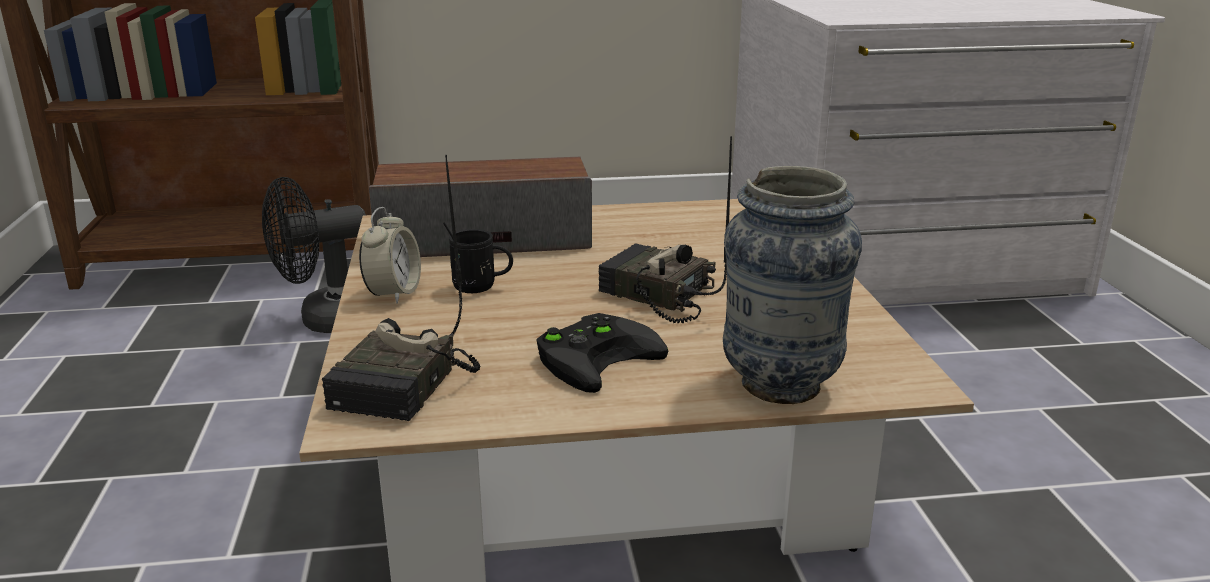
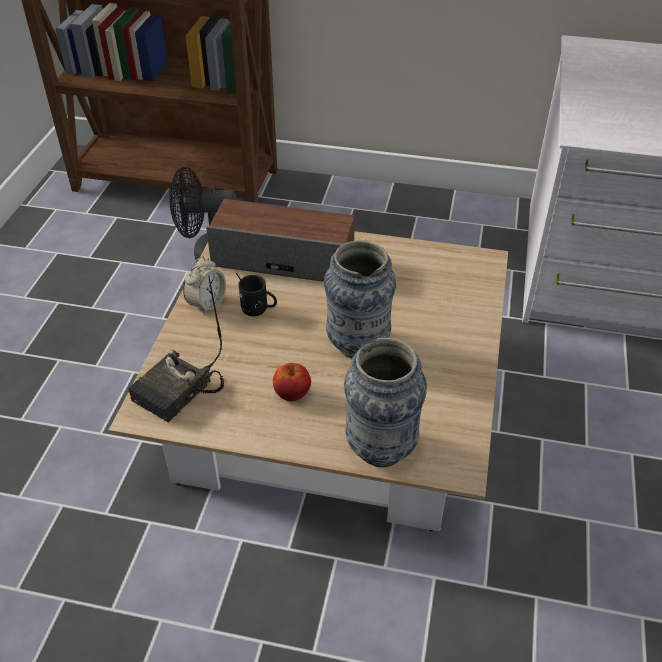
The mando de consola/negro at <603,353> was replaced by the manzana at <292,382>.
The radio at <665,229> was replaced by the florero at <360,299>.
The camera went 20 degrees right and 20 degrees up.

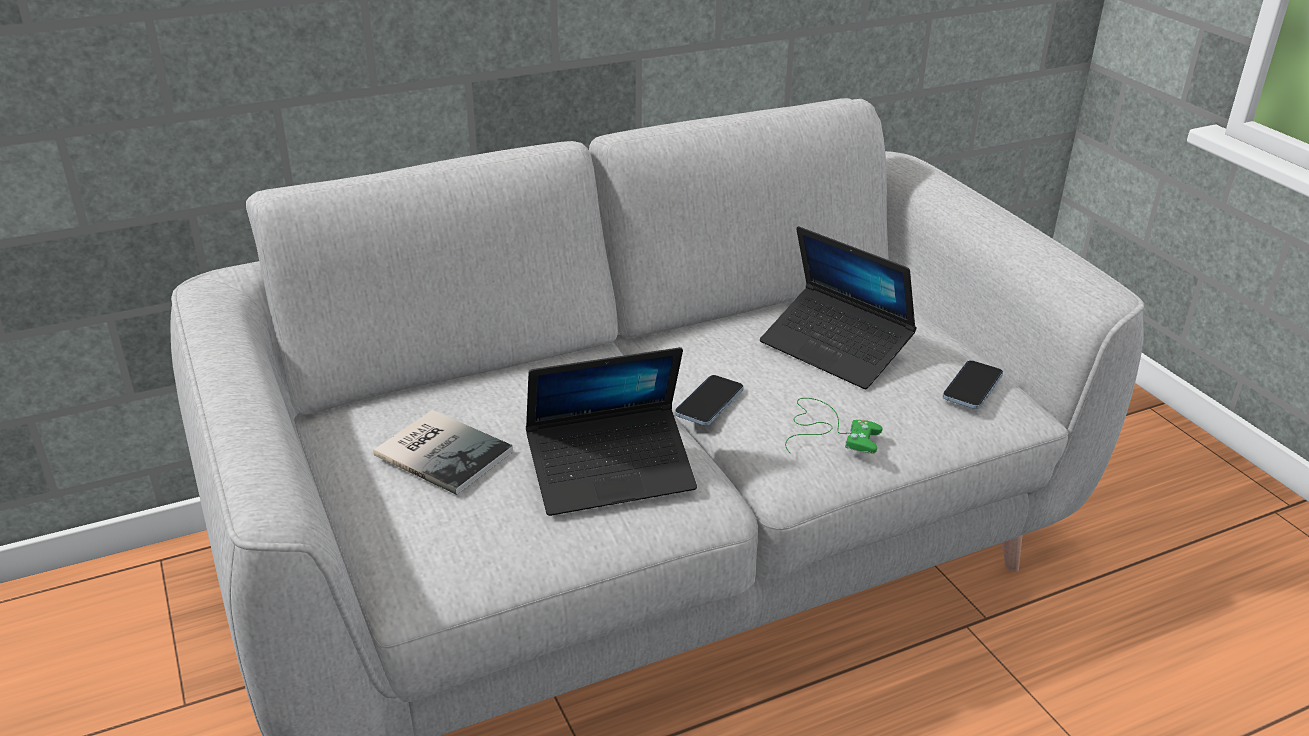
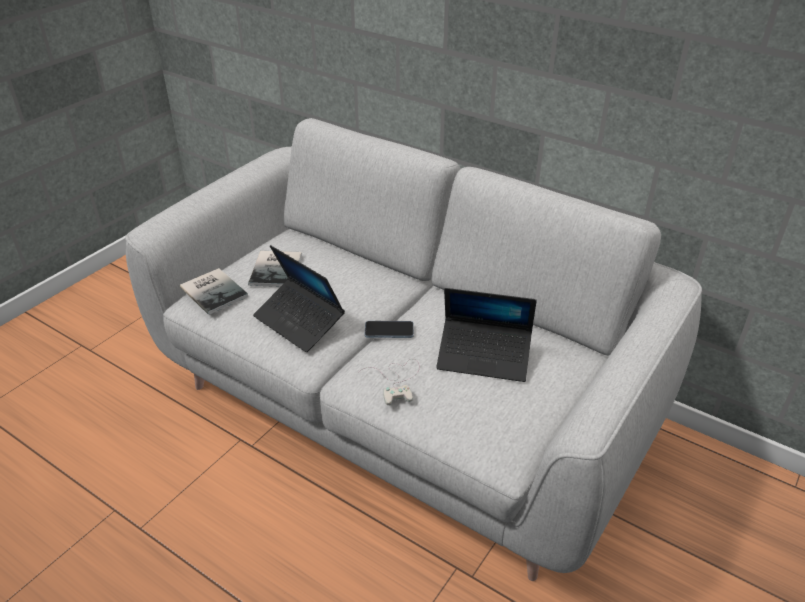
The móvil at <973,384> disappeared.
The libro at <214,291> appeared.
The mando de consola/verde at <833,426> became the mando de consola/blanco at <390,382>.
The portátil at <838,307> turned 90 degrees counterclockwise.
The camera went 60 degrees right and 5 degrees up.

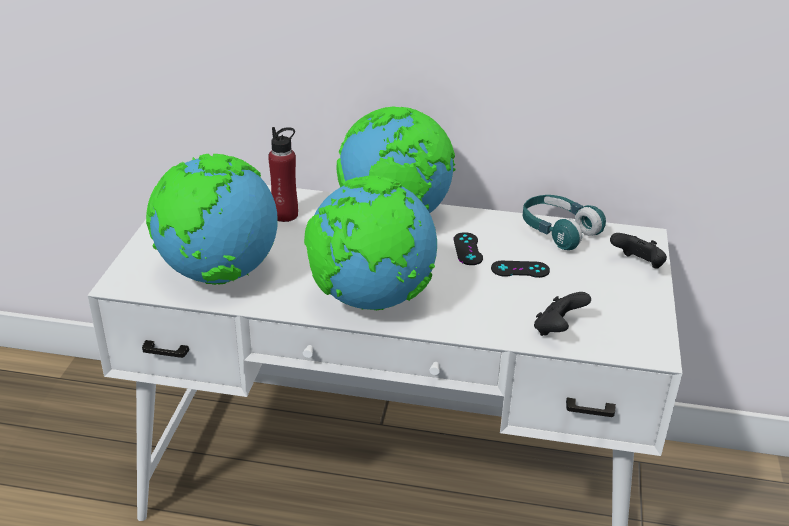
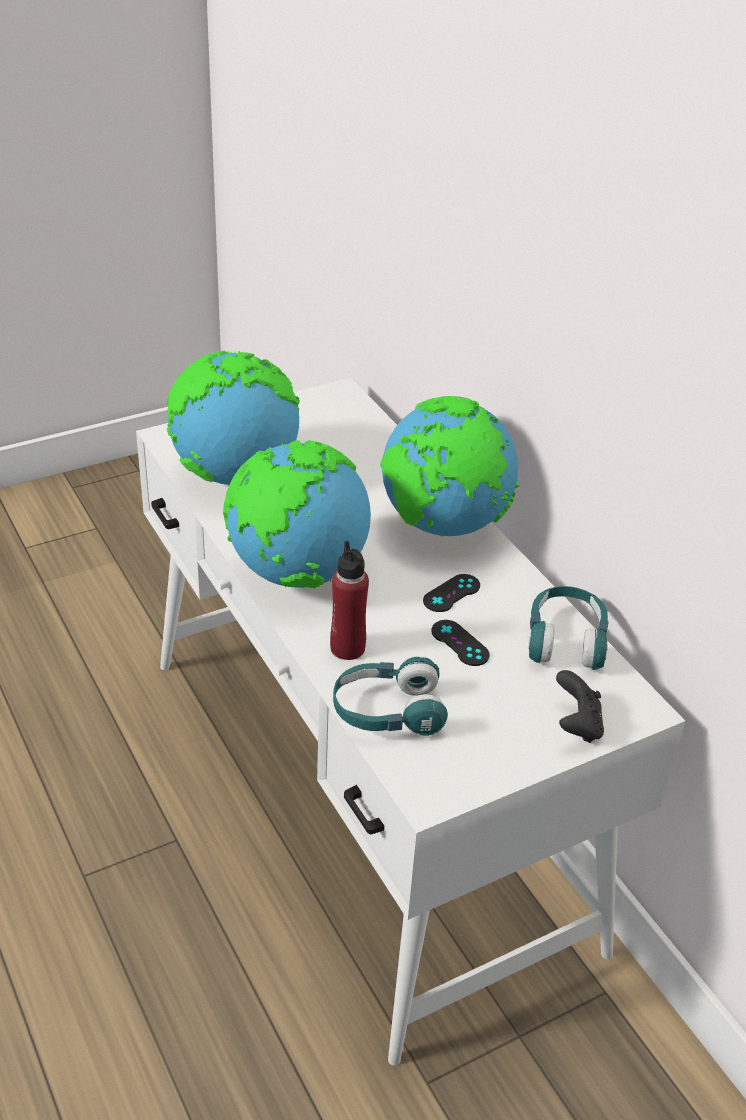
The botella/rojo moved from <283,174> to <349,600>.
The mando de consola/negro at <562,314> was replaced by the auriculares/turquesa at <390,696>.
The camera went 50 degrees right and 5 degrees up.

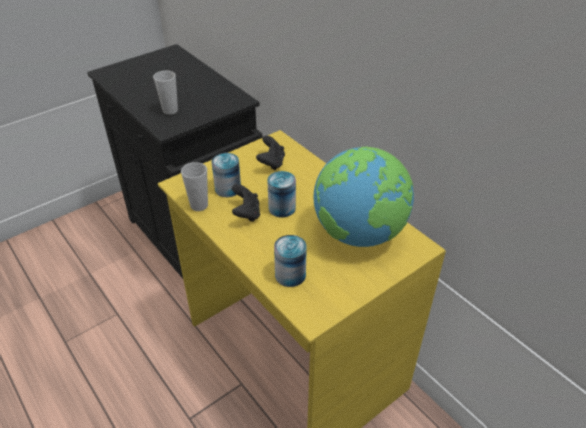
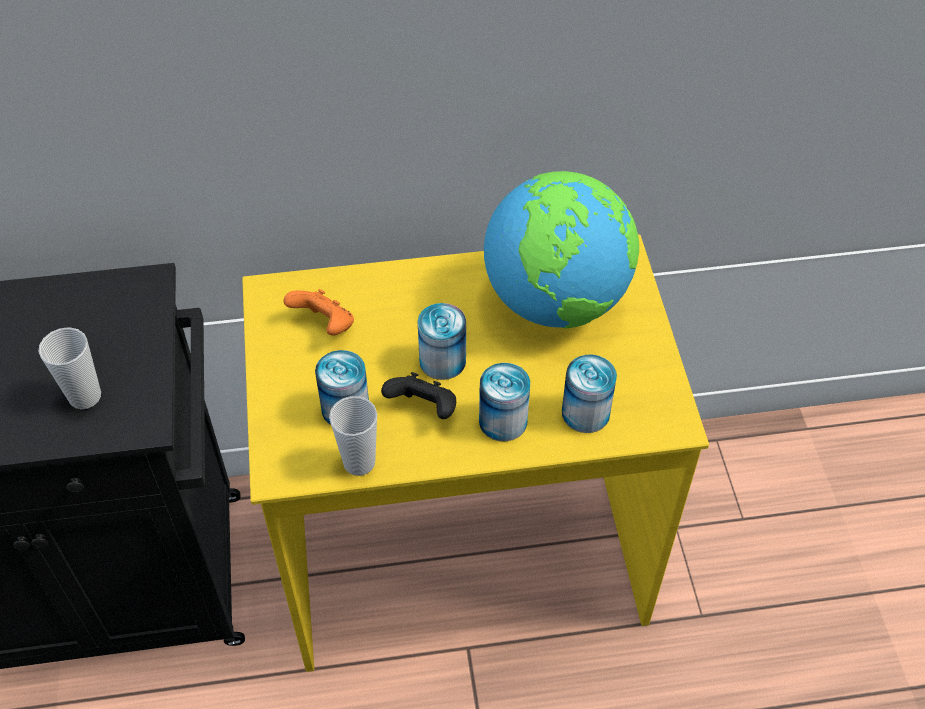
The lata at <504,402> appeared.
The mando de consola/negro at <270,153> became the mando de consola/naranja at <318,312>.
The camera went 60 degrees left and 10 degrees up.

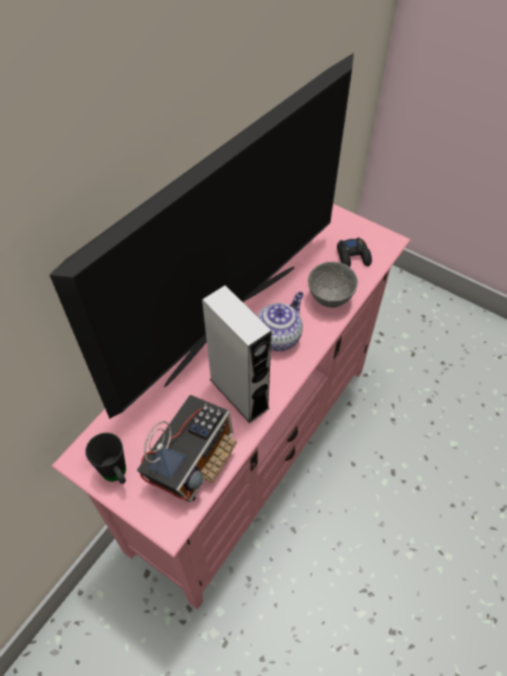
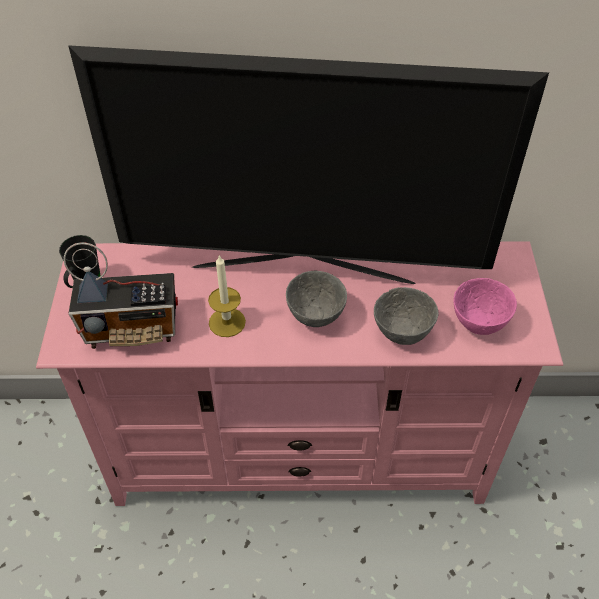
The altavoz/gris at <237,354> was replaced by the vela at <227,295>.
The tetera at <280,321> was replaced by the cuenco/gris at <316,299>.
The mando de consola/negro at <354,252> was replaced by the cuenco/rosa at <485,306>.
The camera went 55 degrees right and 5 degrees down.

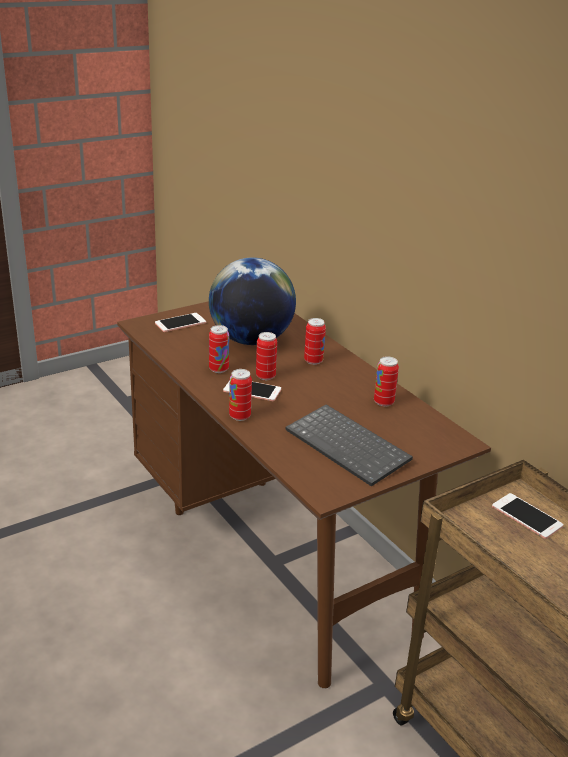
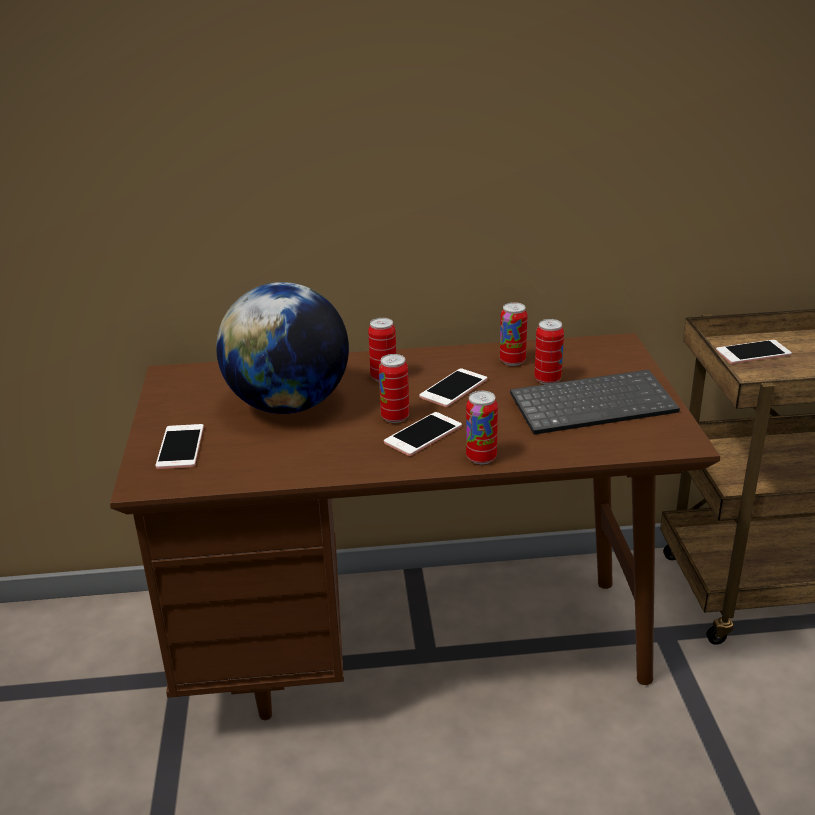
The móvil at <453,387> appeared.
The lata moved from <219,349> to <549,351>.
The camera went 60 degrees left and 0 degrees up.

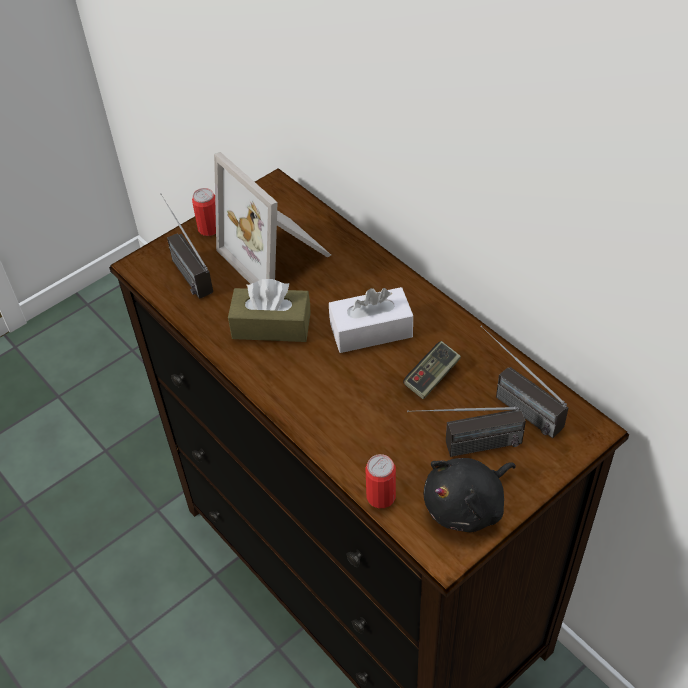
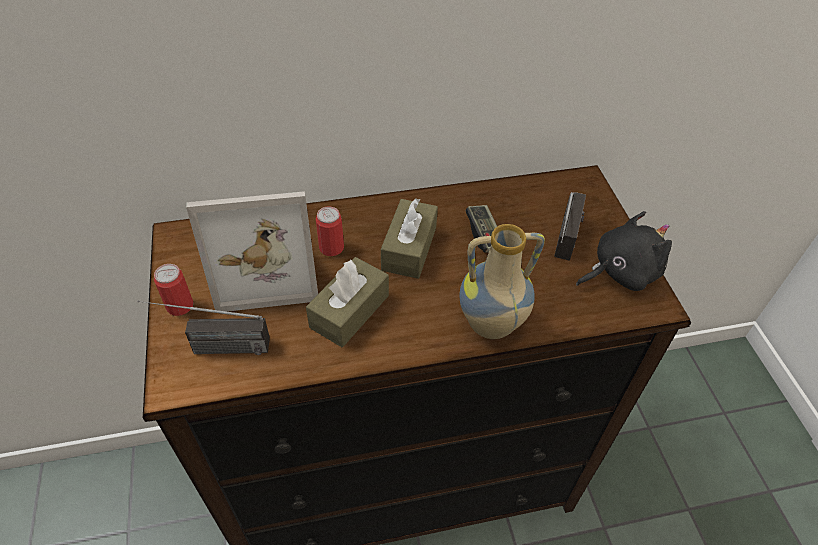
The radio at <524,381> disappeared.
The florero at <502,281> appeared.
The lata moved from <381,481> to <330,231>.
The caja de pañuelos/blanco at <371,320> became the caja de pañuelos/marrón at <409,239>.
The peluche/negro at <470,495> turned 105 degrees counterclockwise.
The camera went 65 degrees left and 0 degrees up.

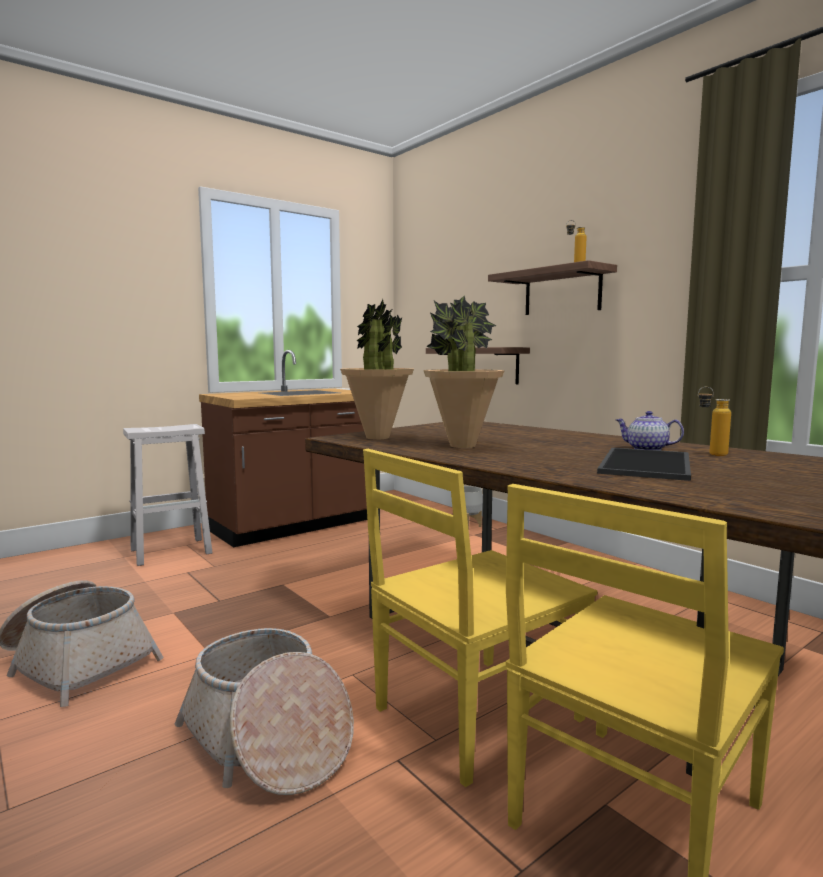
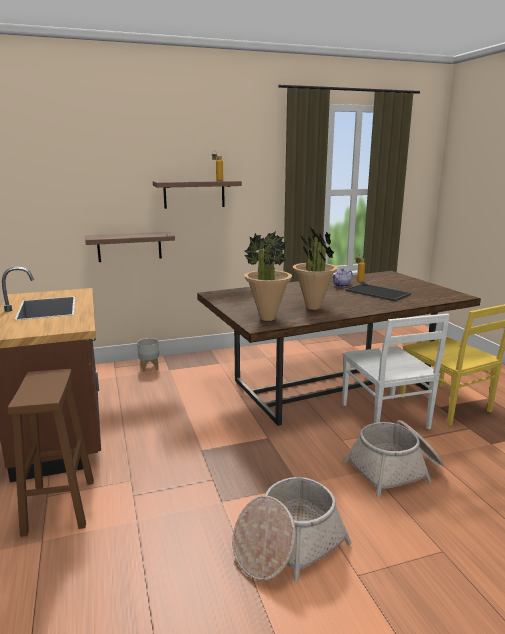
The taburete/blanco at <167,495> became the taburete/marrón at <51,453>.
The silla/amarillo at <480,618> became the silla/blanco at <396,371>.
The camera went 70 degrees left and 10 degrees up.

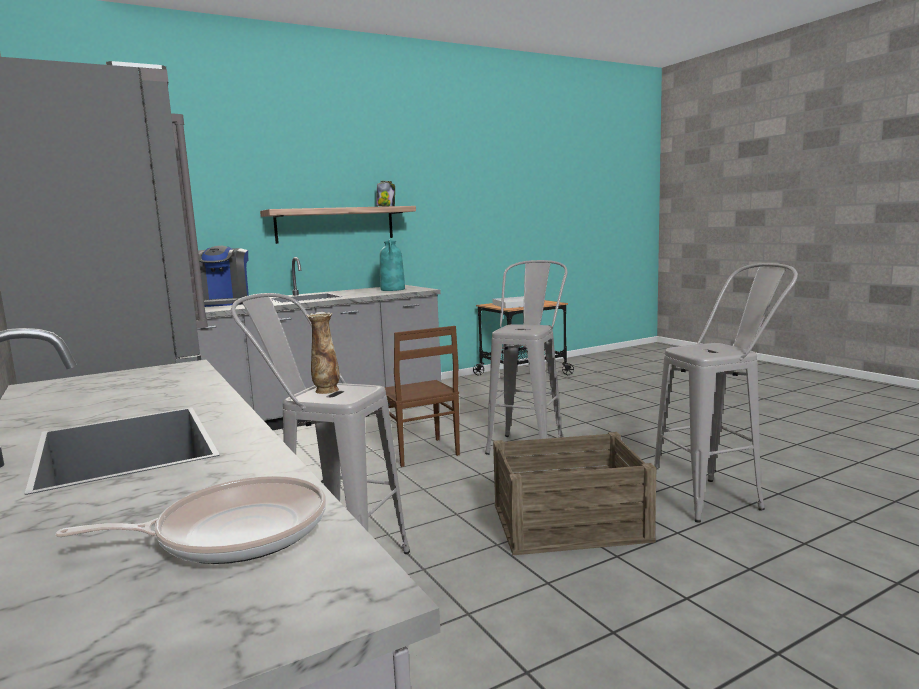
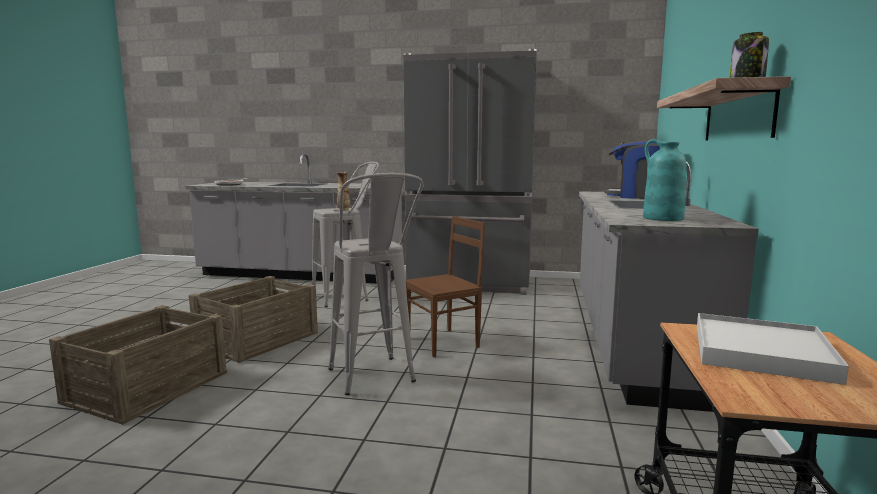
The taburete/gris at <726,392> was replaced by the caja de embalaje at <138,365>.
The silla/marrón at <422,396> turned 135 degrees clockwise.
The camera went 130 degrees right and 0 degrees up.

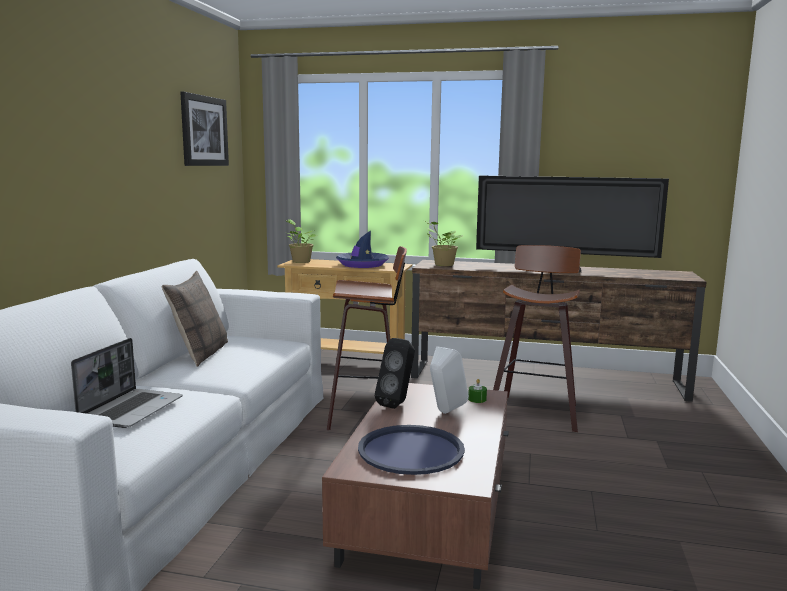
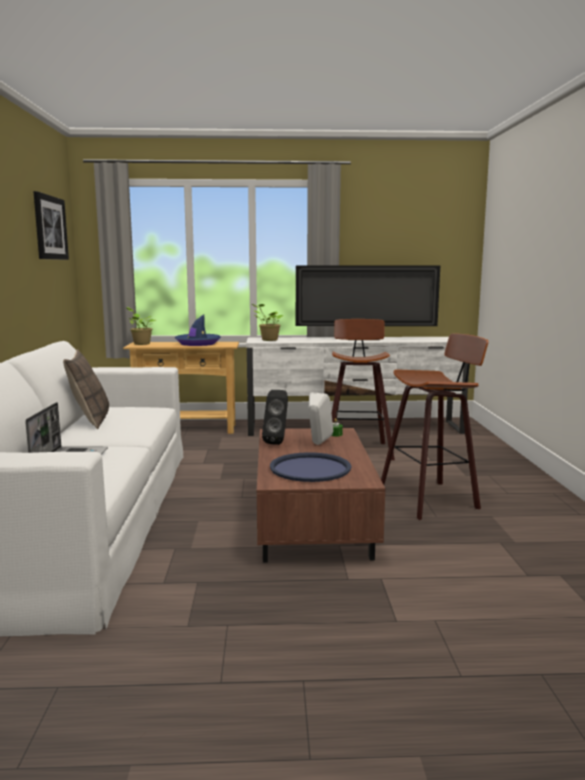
The taburete moved from <367,338> to <435,426>.
The mueble de televisión/marrón at <558,331> became the mueble de televisión/blanco at <357,386>.
The camera went 15 degrees left and 0 degrees up.

